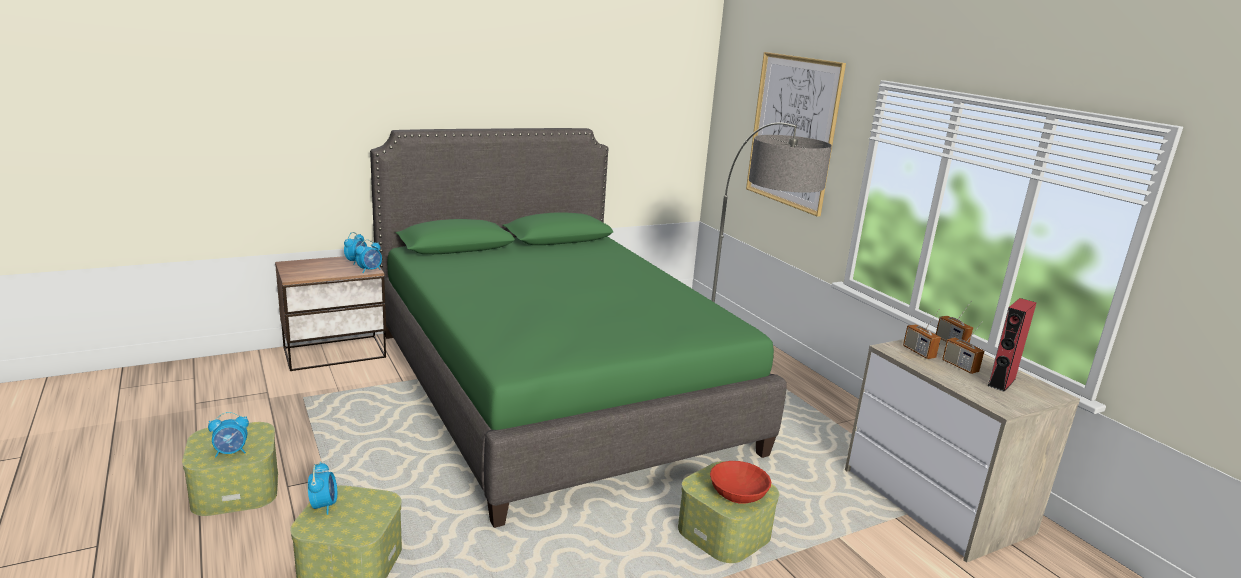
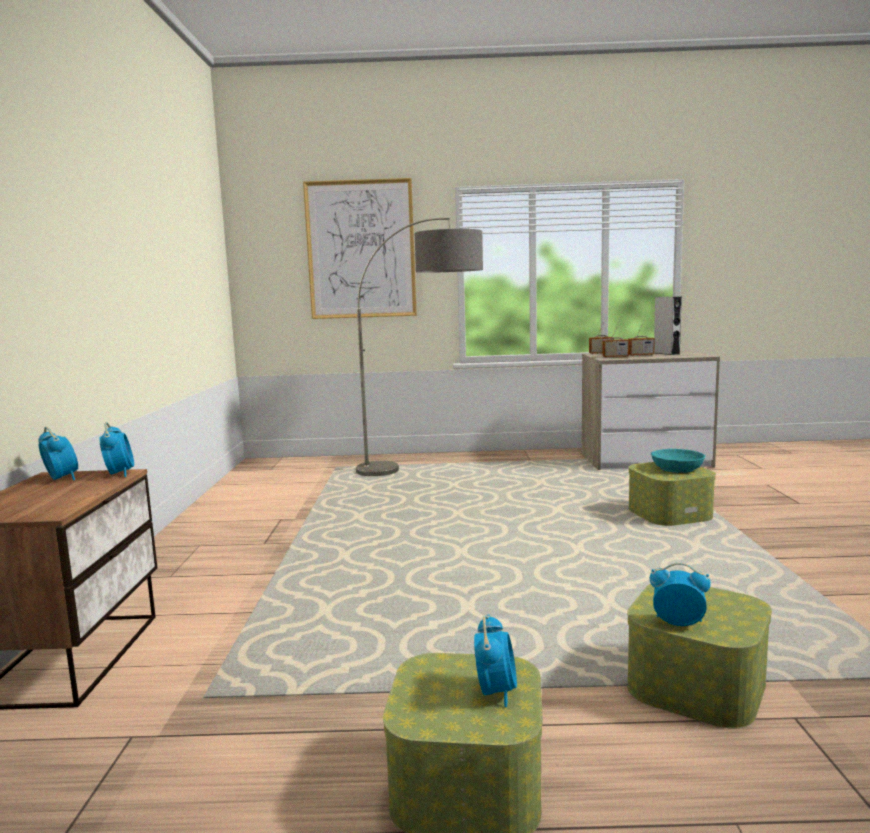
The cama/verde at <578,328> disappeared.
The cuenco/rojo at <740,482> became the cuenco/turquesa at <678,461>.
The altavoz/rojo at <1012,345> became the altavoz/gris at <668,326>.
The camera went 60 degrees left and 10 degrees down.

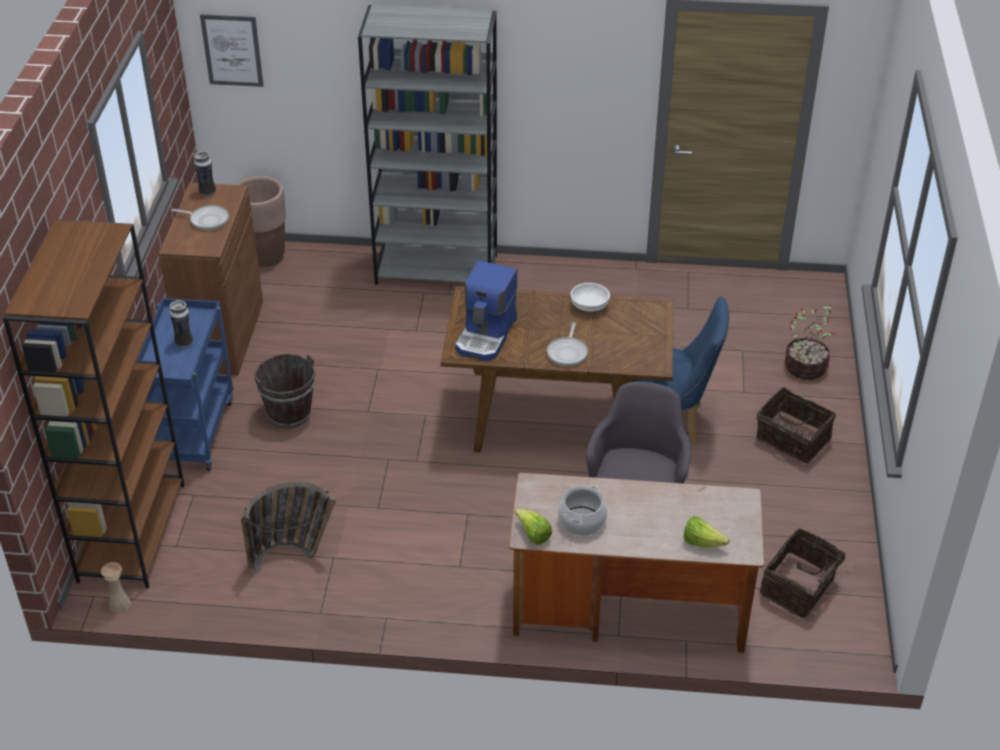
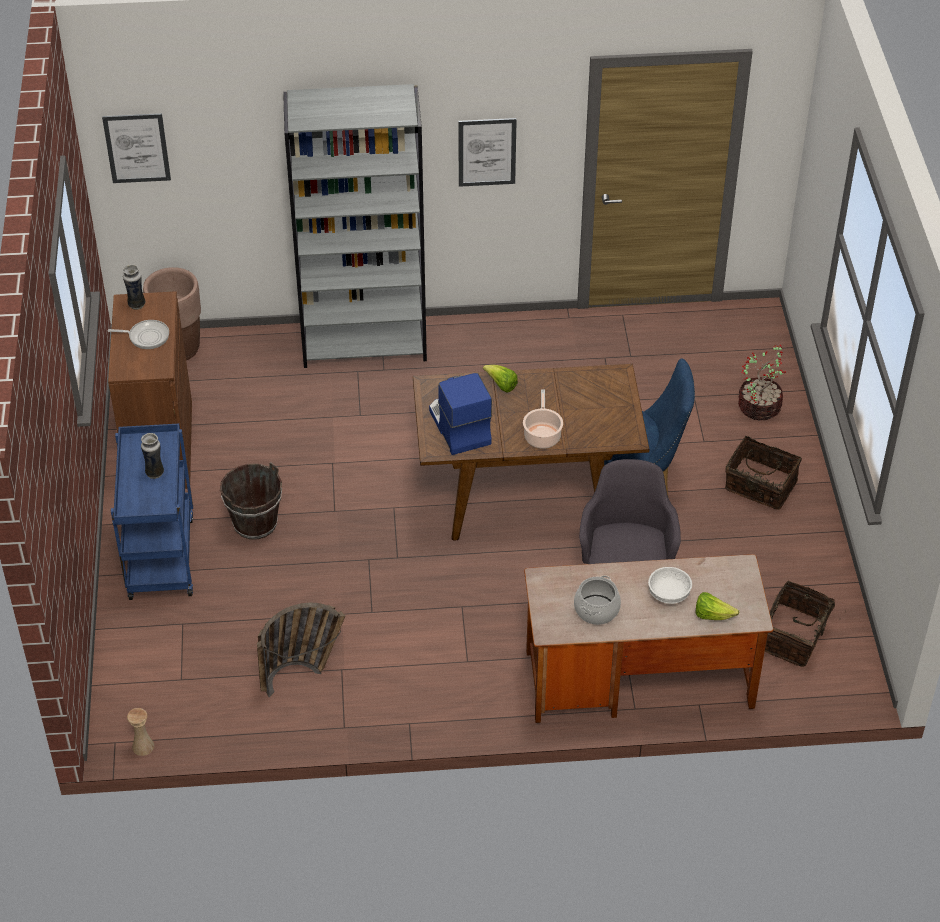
The estantería/marrón at <93,403> disappeared.
The cuadro at <487,152> appeared.
The lechuga moved from <533,527> to <500,378>.
The cuenco/blanco moved from <590,297> to <670,585>.
The sartén at <567,345> was replaced by the olla at <543,419>.
The cafetera at <486,311> turned 150 degrees clockwise.
The camera went 10 degrees left and 5 degrees up.

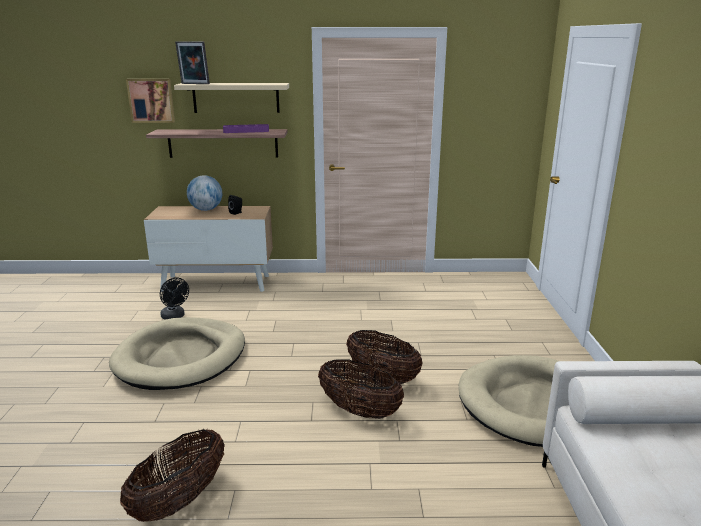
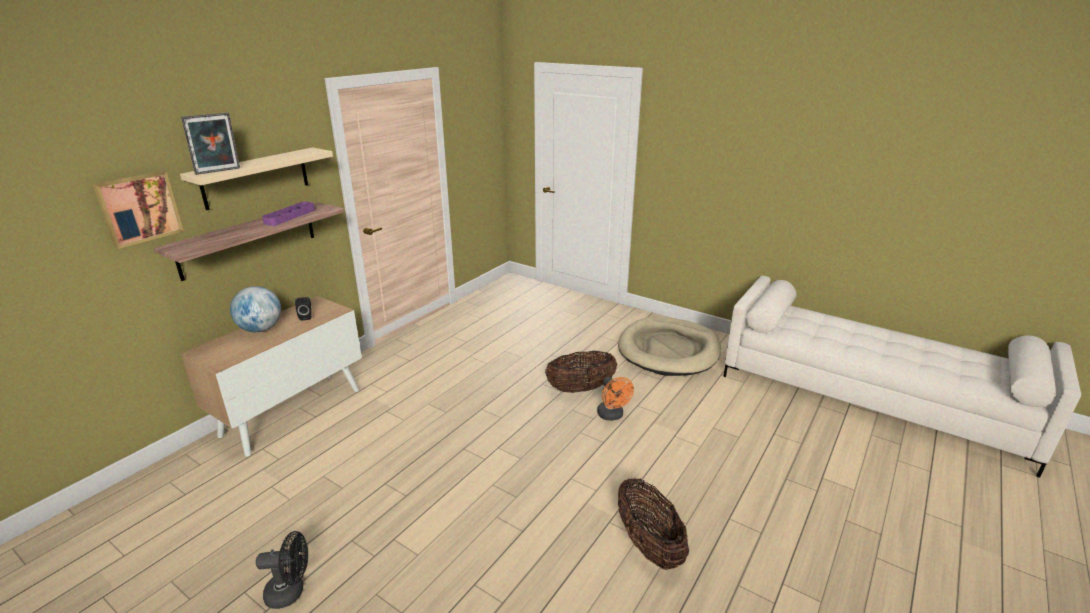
The cama para perro/beis at <177,353> disappeared.
The ventilador/negro moved from <174,298> to <282,570>.
The cesta at <361,389> was replaced by the ventilador/naranja at <615,399>.
The camera went 55 degrees left and 5 degrees up.

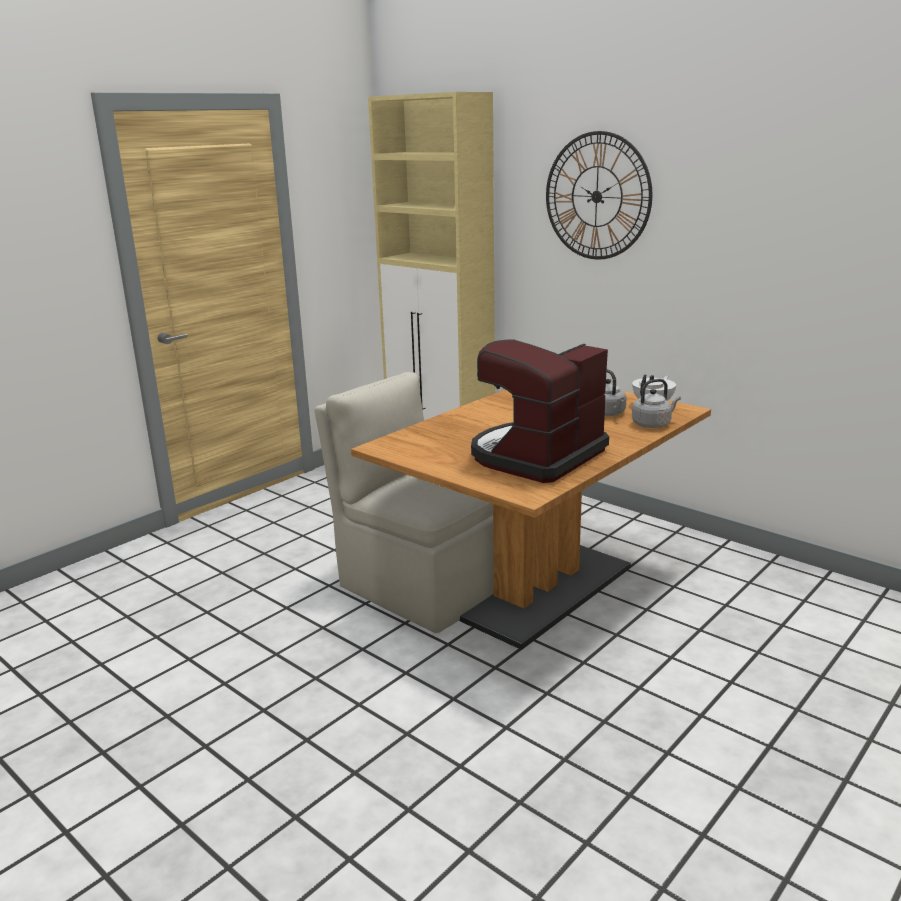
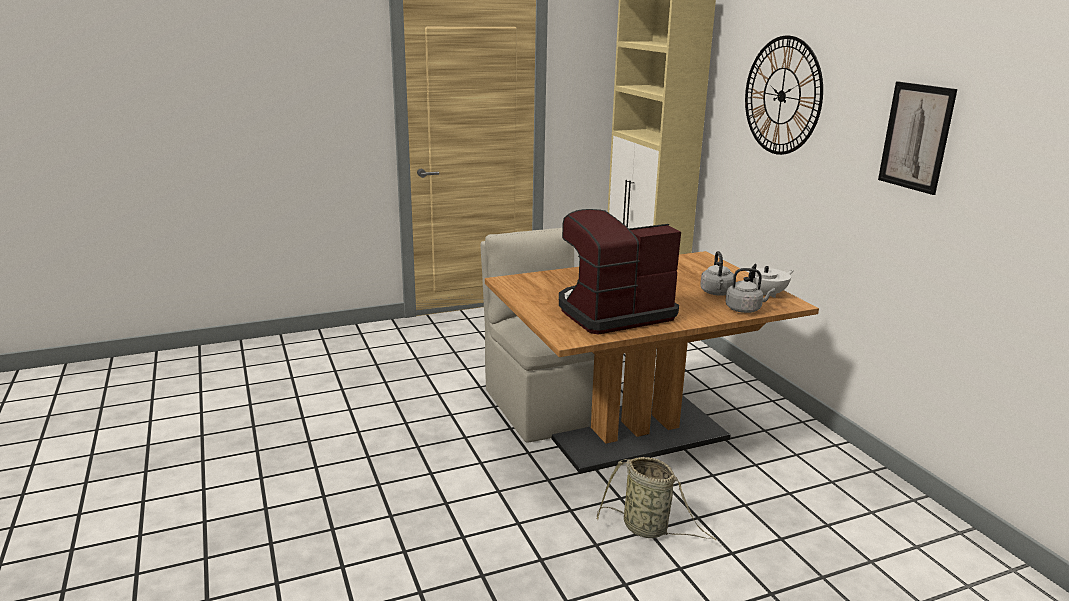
The cesta at <656,498> appeared.
The cuadro at <917,138> appeared.
The camera went 25 degrees right and 0 degrees up.

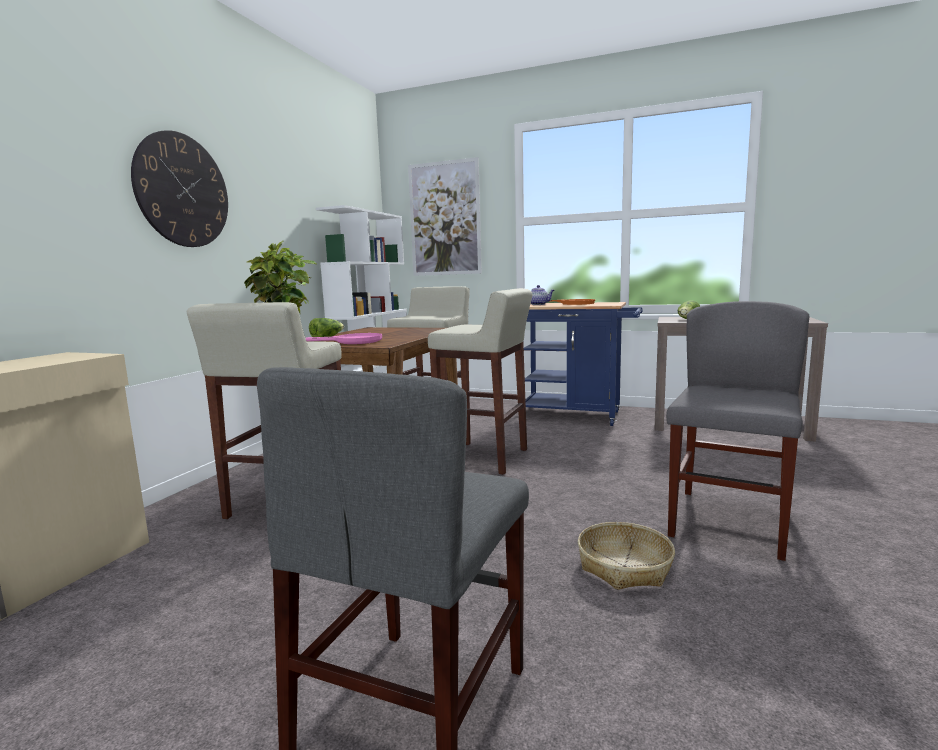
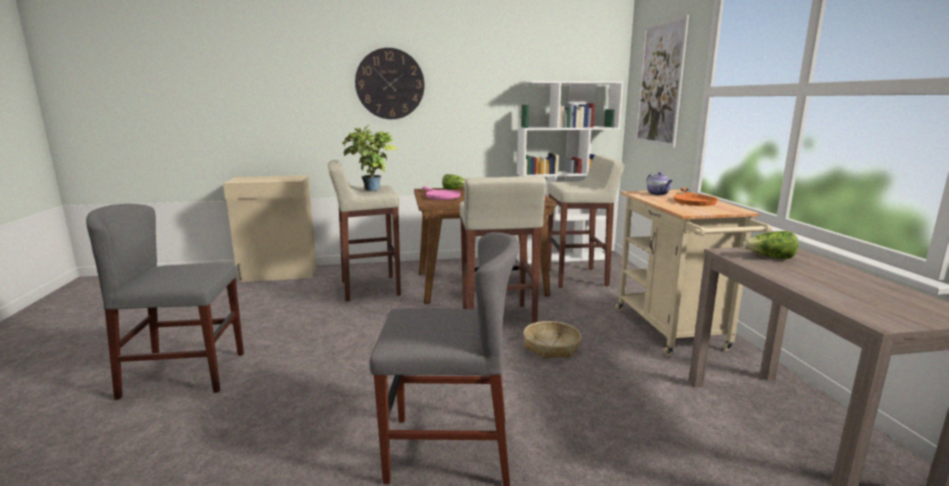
The cesta moved from <626,556> to <552,340>.
The carrito/azul at <583,364> became the carrito/beis at <693,273>.
The camera went 60 degrees right and 5 degrees up.

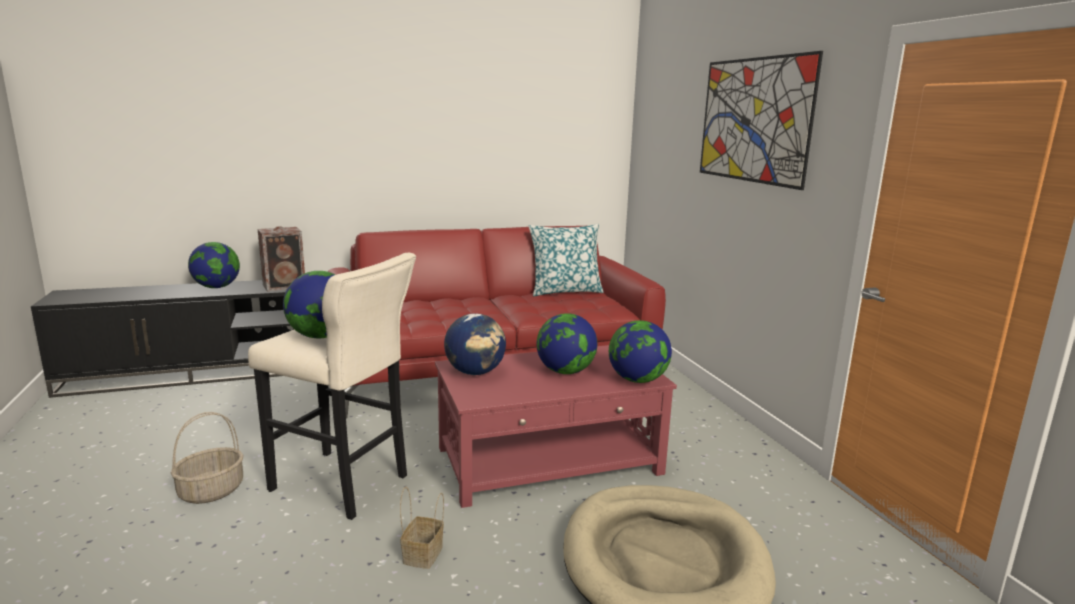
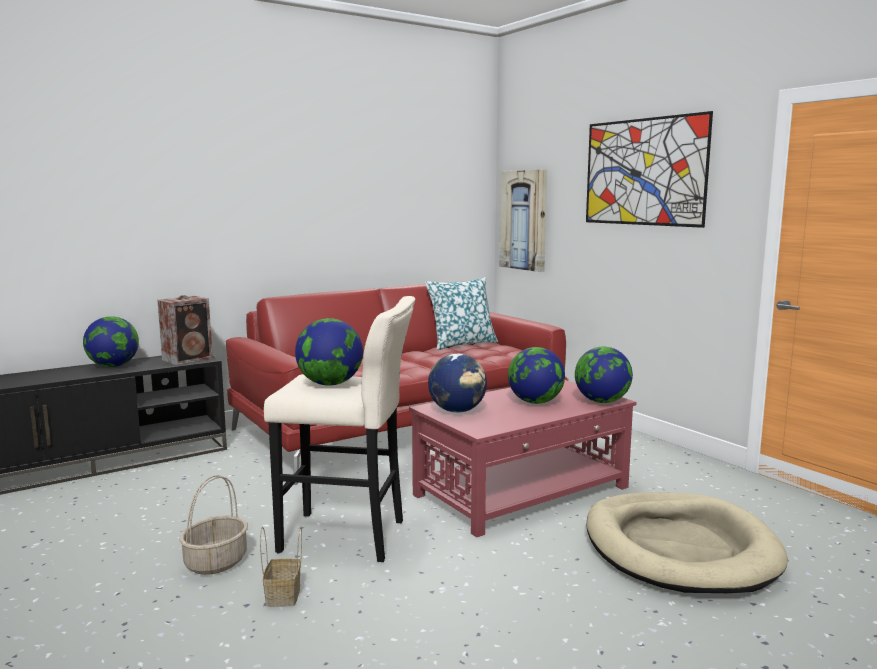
The cuadro at <523,221> appeared.
The cesta moved from <422,528> to <281,566>.
The camera went 15 degrees left and 5 degrees down.

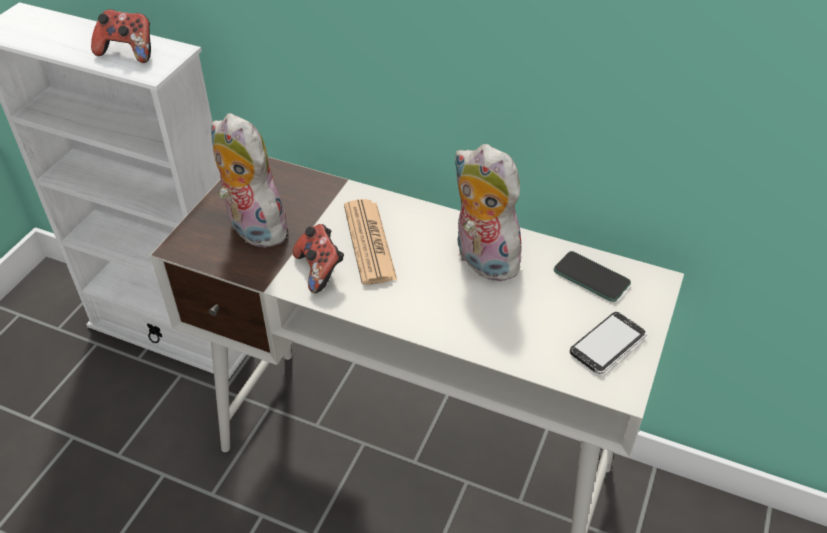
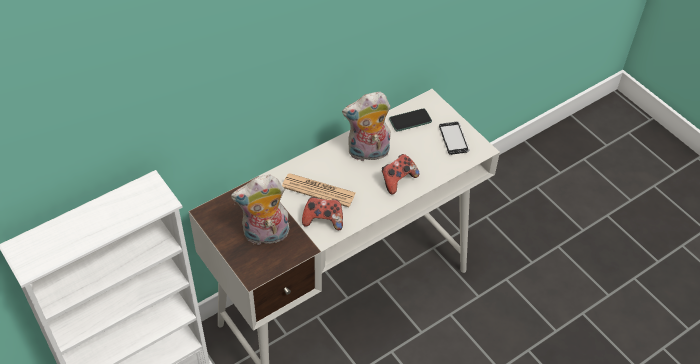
The mando de consola moved from <121,36> to <401,174>.
The camera went 60 degrees left and 5 degrees up.

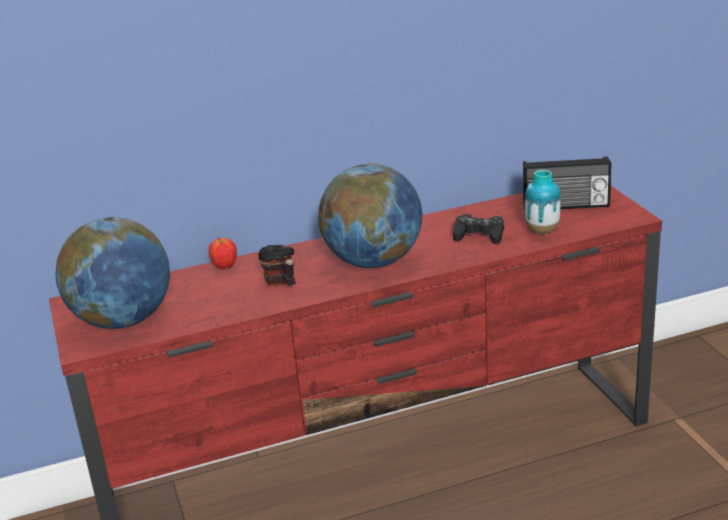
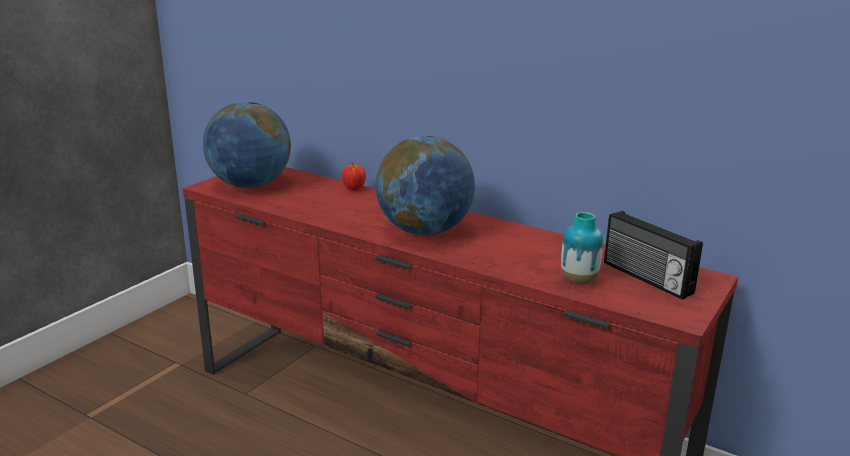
The taza grande at <277,265> disappeared.
The mando de consola/negro at <478,229> disappeared.
The camera went 50 degrees right and 5 degrees down.

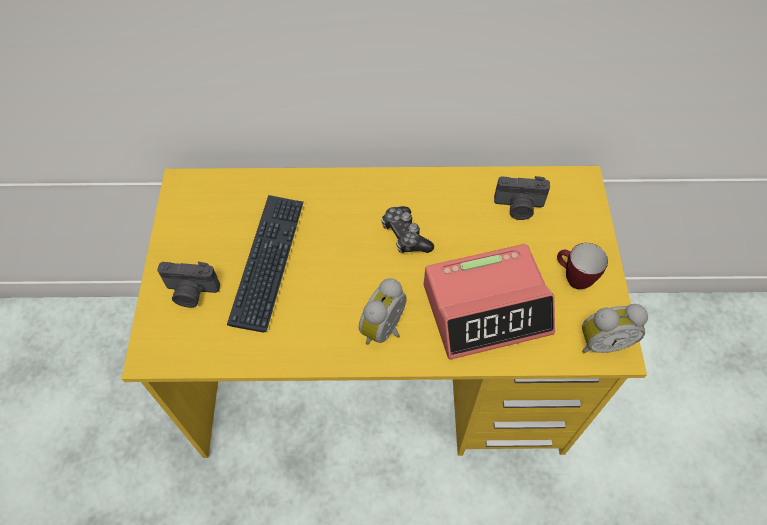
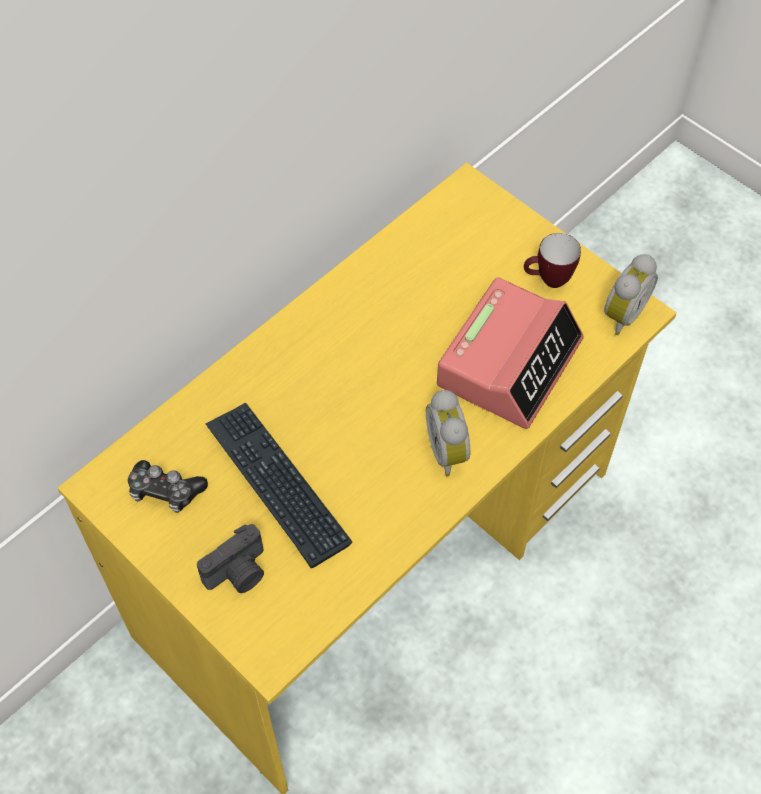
The cámara at <522,198> disappeared.
The mando de consola moved from <407,229> to <168,486>.
The camera went 45 degrees left and 0 degrees up.

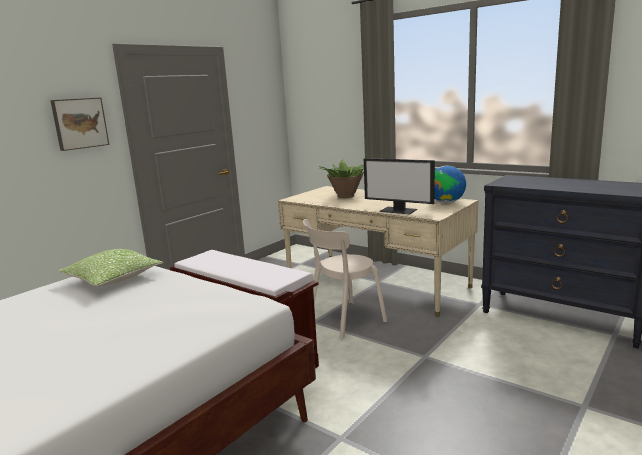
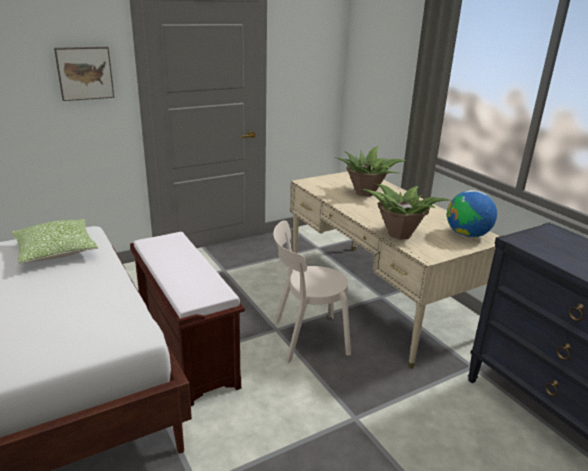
The monitor at <399,186> was replaced by the planta en maceta at <406,212>.
The camera went 20 degrees right and 10 degrees up.

